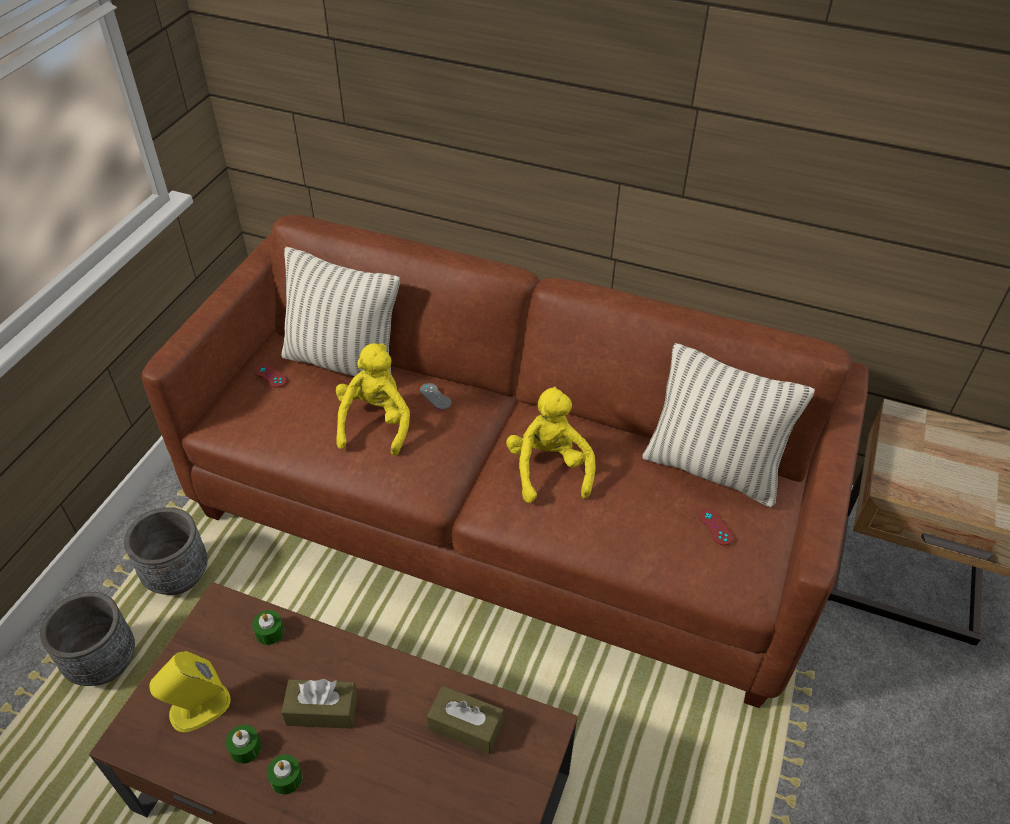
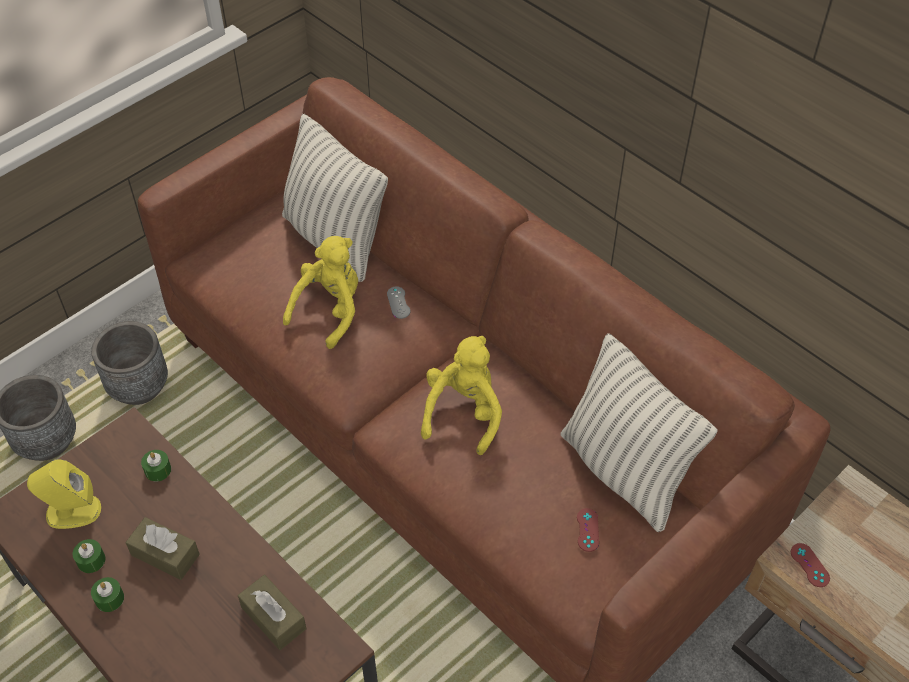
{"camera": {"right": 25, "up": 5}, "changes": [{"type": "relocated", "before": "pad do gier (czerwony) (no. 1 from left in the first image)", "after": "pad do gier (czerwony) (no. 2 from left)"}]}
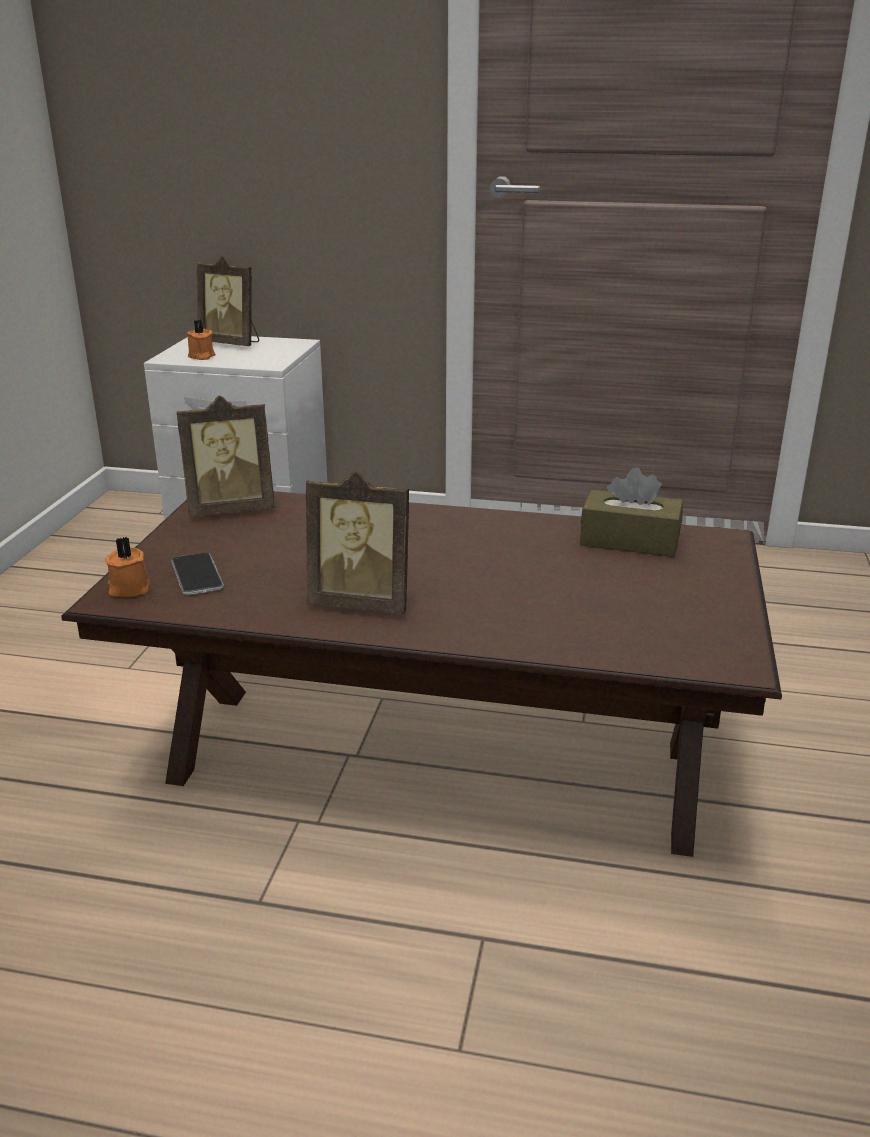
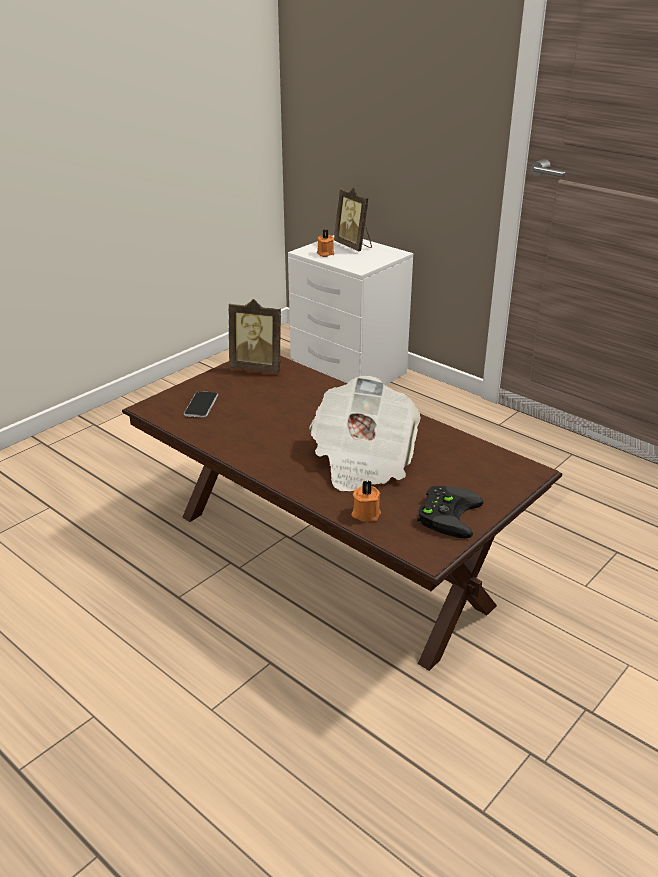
{"camera": {"right": 30, "up": 5}, "changes": [{"type": "appeared", "after": "gazeta"}, {"type": "relocated", "before": "świeca (pomarańczowy) (no. 1 from left in the first image)", "after": "świeca (pomarańczowy) (no. 2 from left)"}, {"type": "appeared", "after": "pad do gier (czarny)"}, {"type": "missing", "before": "ramka na zdjęcie (no. 3 from left)"}, {"type": "missing", "before": "pudełko chusteczek (brązowy)"}]}
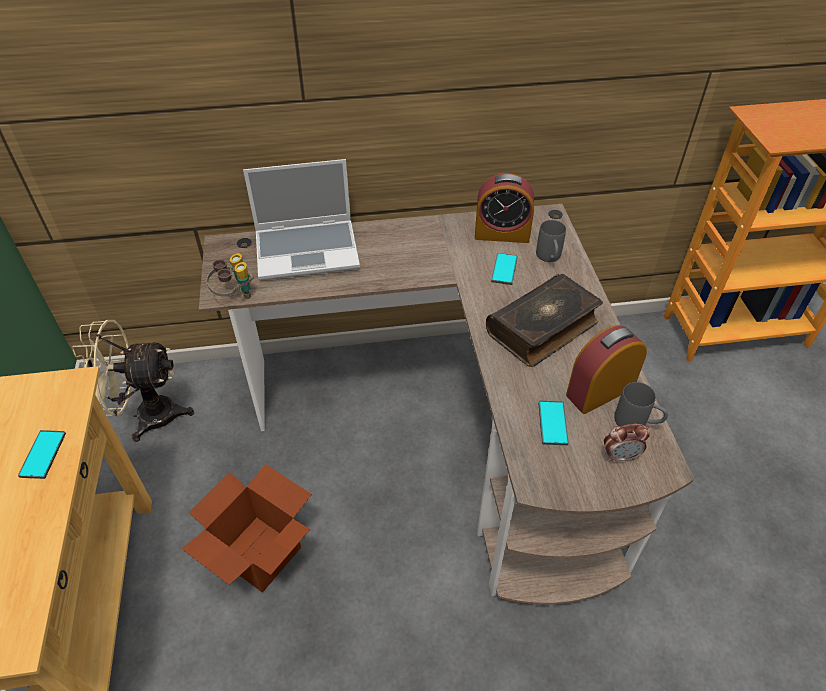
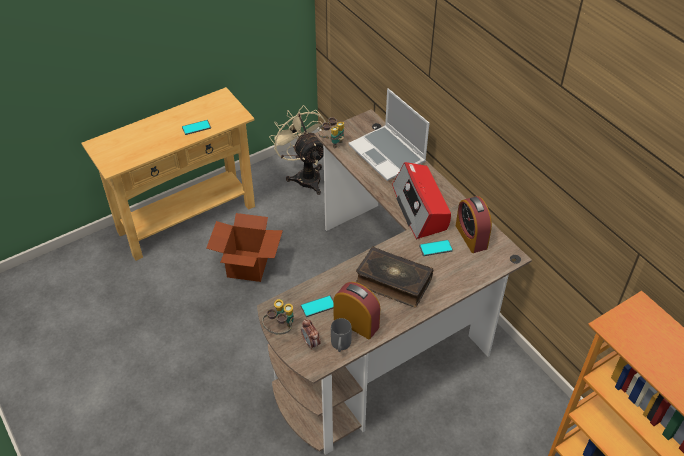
{"camera": {"right": 65, "up": 0}, "changes": [{"type": "appeared", "after": "lornetka (no. 1 from left)"}, {"type": "appeared", "after": "radio"}, {"type": "missing", "before": "kubek (szary) (no. 1 from left)"}]}
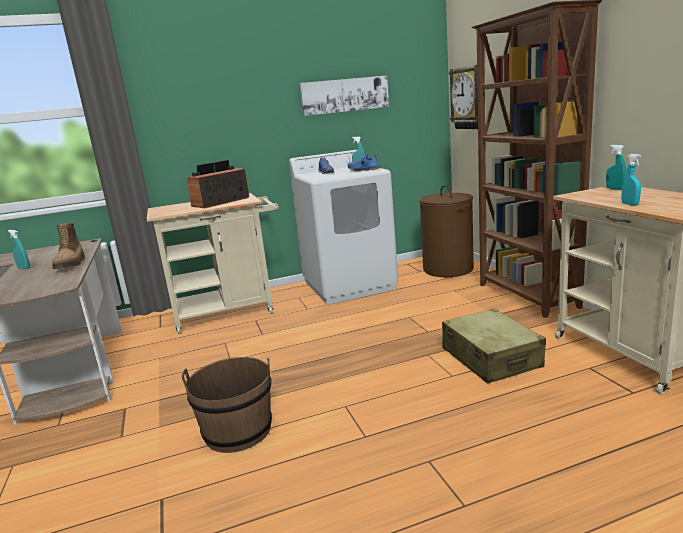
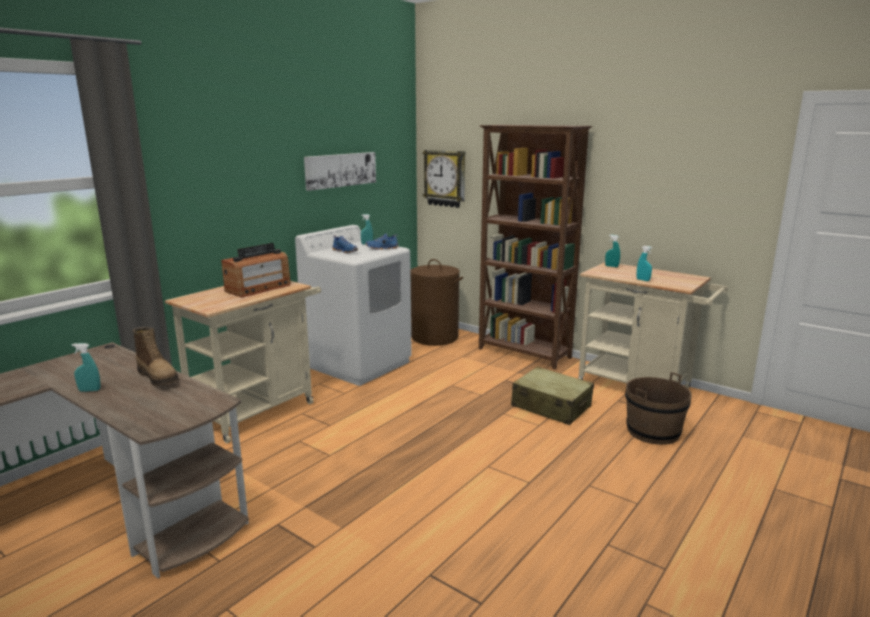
{"camera": {"right": -35, "up": 0}, "changes": [{"type": "spun", "before": "radio", "turn": -150}, {"type": "relocated", "before": "wiadro (brązowy)"}]}
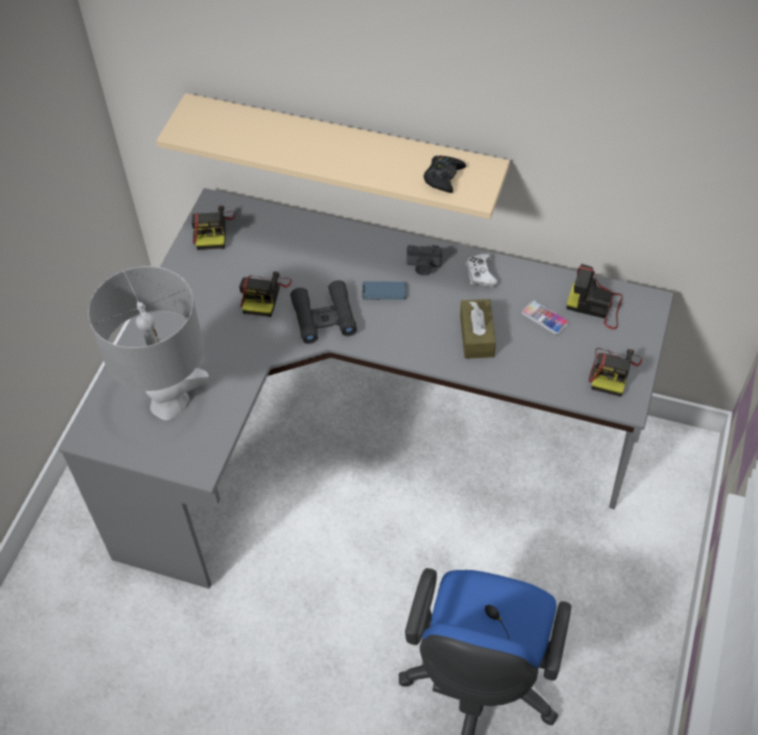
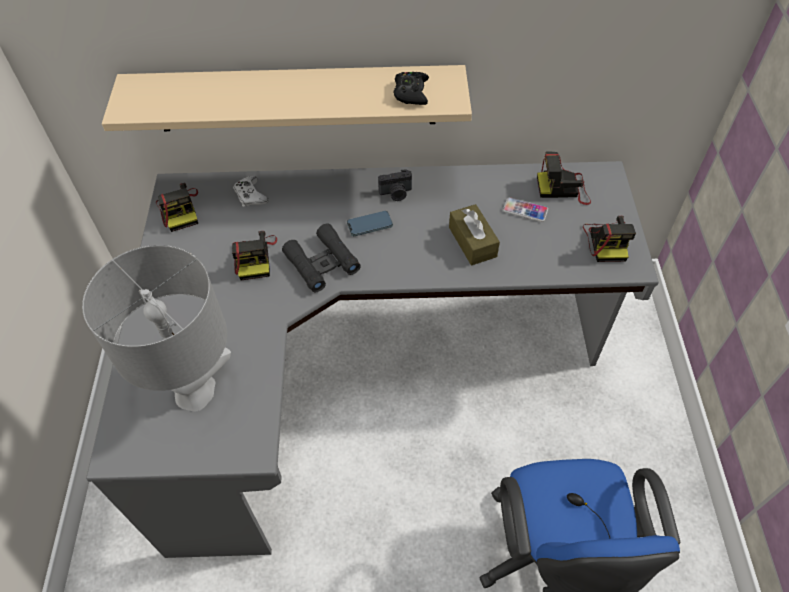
{"camera": {"right": -20, "up": 0}, "changes": [{"type": "relocated", "before": "pad do gier (biały)"}]}
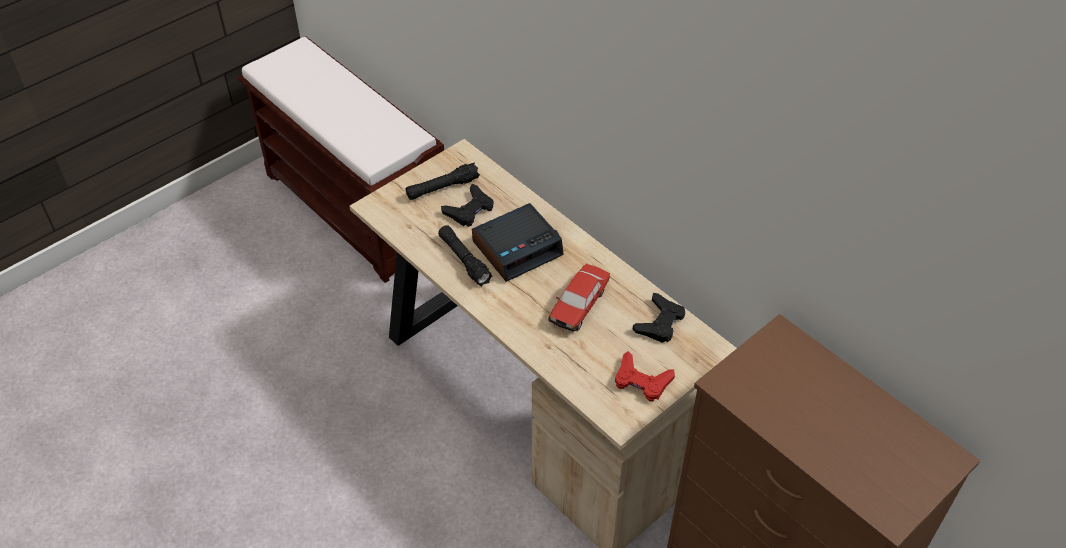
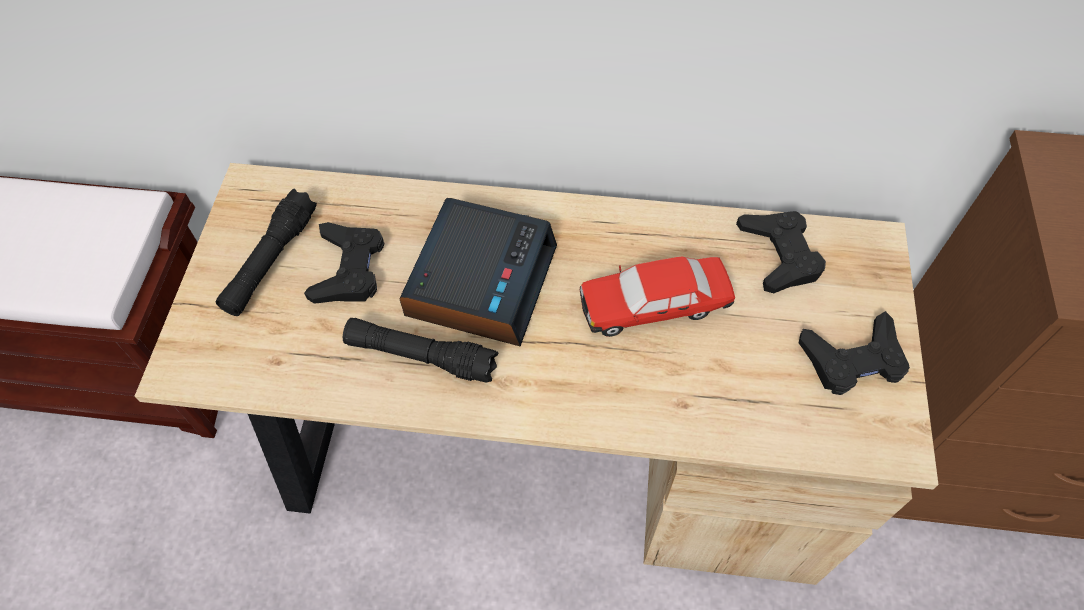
{"camera": {"right": -40, "up": 10}, "changes": [{"type": "spun", "before": "samochodzik", "turn": 90}, {"type": "colour", "before": "pad do gier (czerwony)", "after": "pad do gier (czarny) (no. 3 from left)"}]}
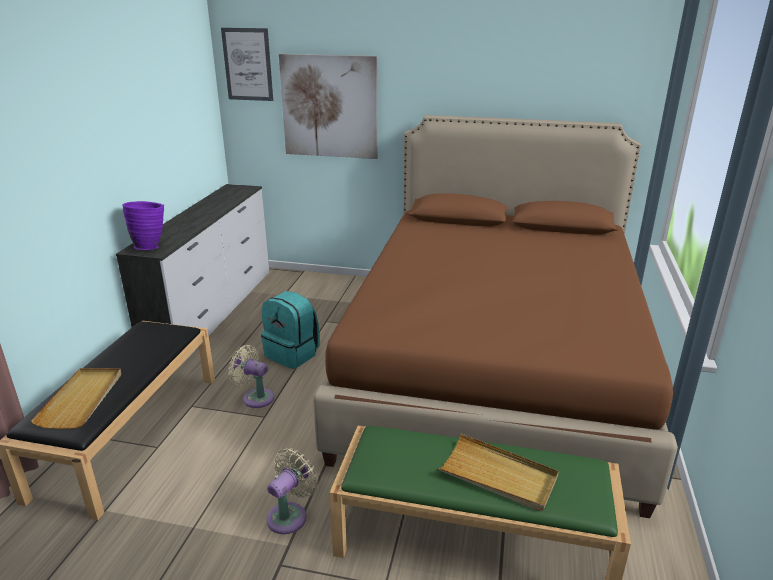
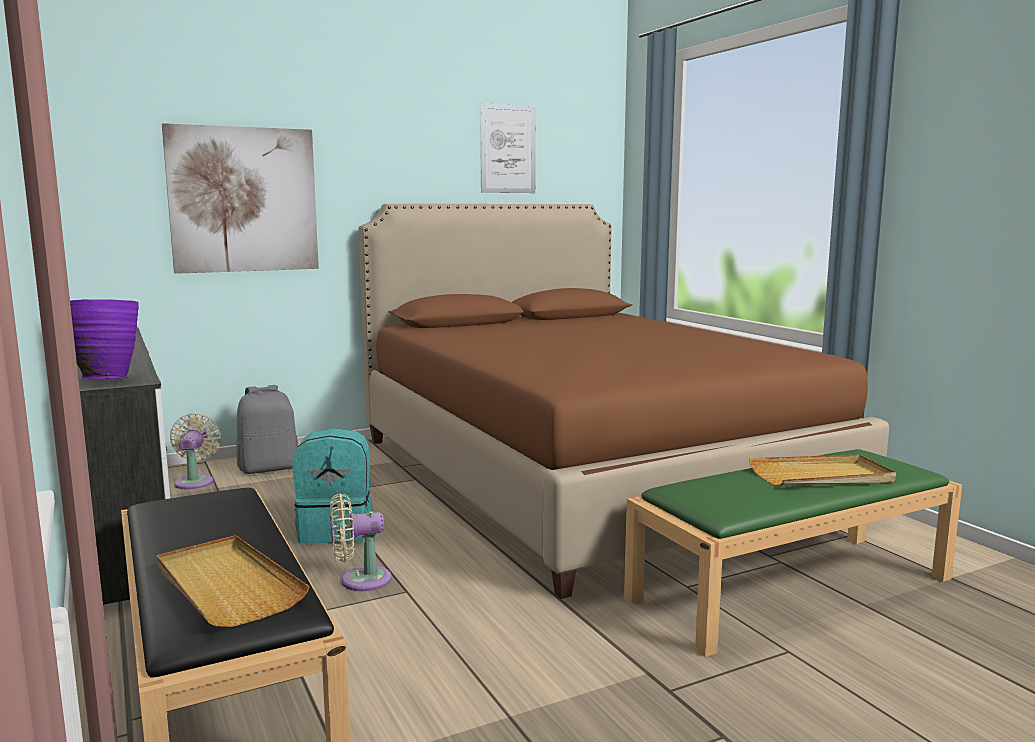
{"camera": {"right": -40, "up": -15}, "changes": [{"type": "relocated", "before": "wentylator (beżowy) (no. 2 from left in the first image)", "after": "wentylator (beżowy) (no. 1 from left)"}, {"type": "appeared", "after": "plecak (szary)"}, {"type": "relocated", "before": "obraz (no. 1 from left in the first image)", "after": "obraz (no. 2 from left)"}]}
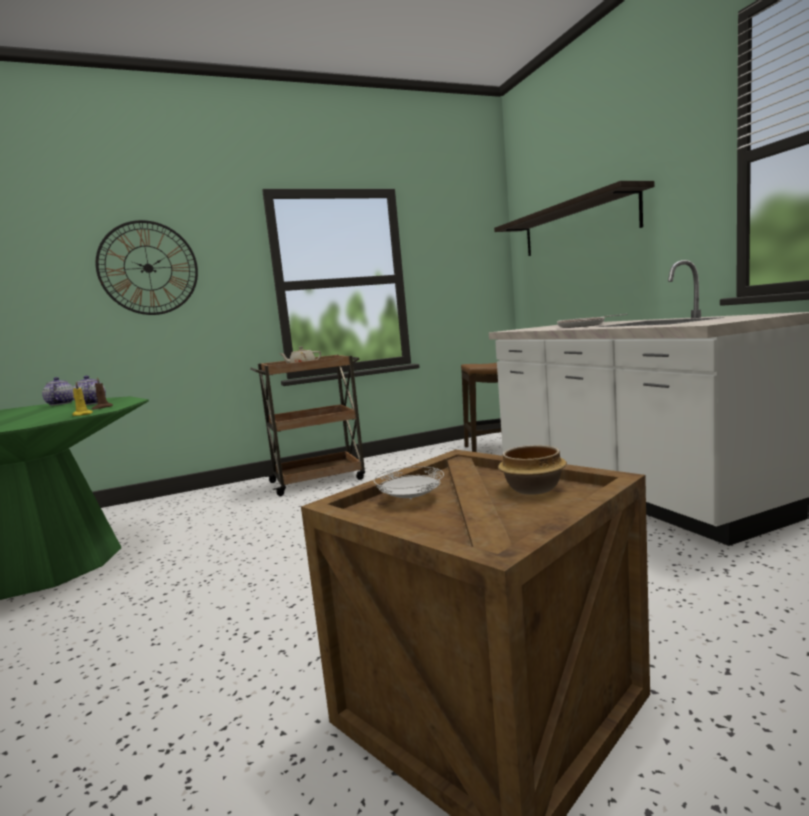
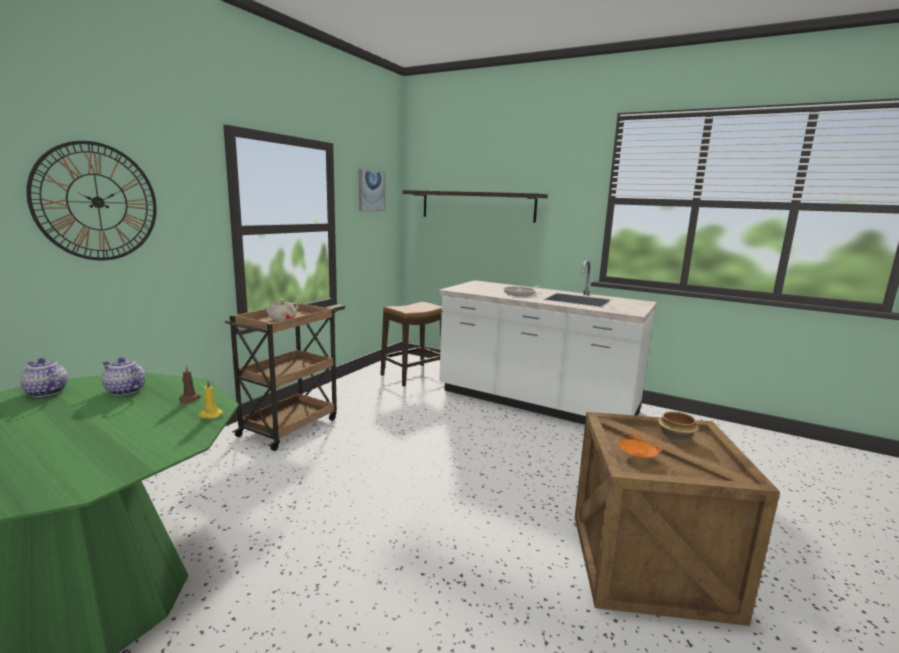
{"camera": {"right": -40, "up": 5}, "changes": [{"type": "appeared", "after": "obraz"}, {"type": "colour", "before": "talerz (biały)", "after": "talerz (pomarańczowy)"}]}
